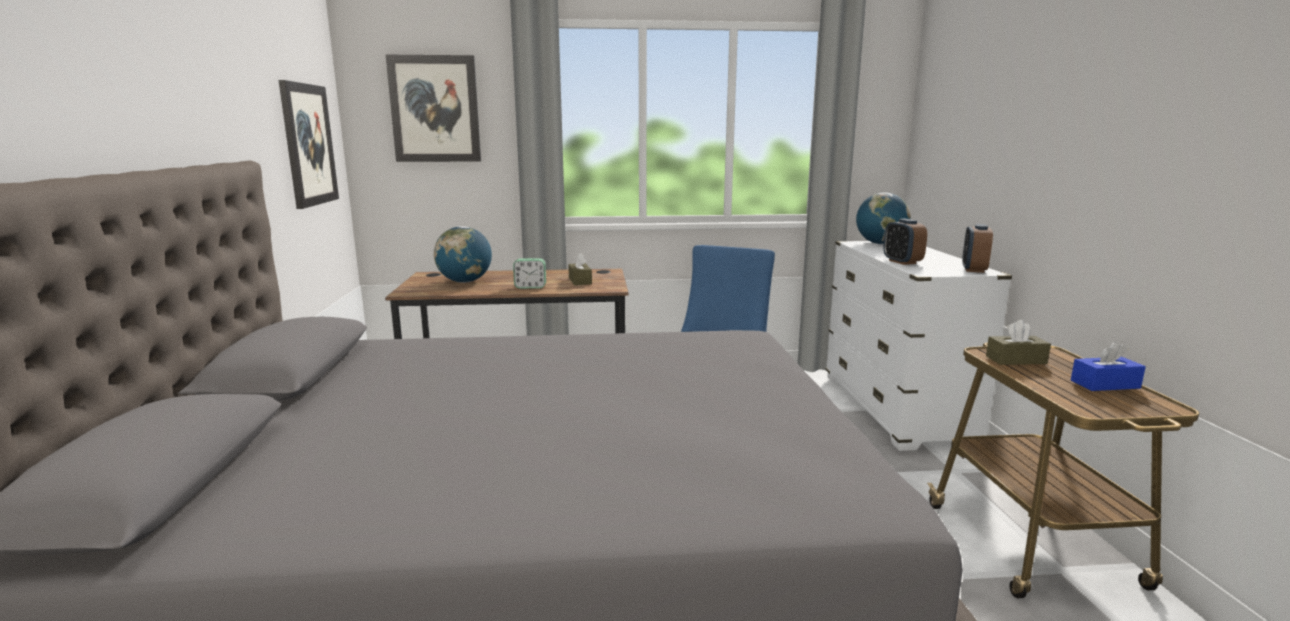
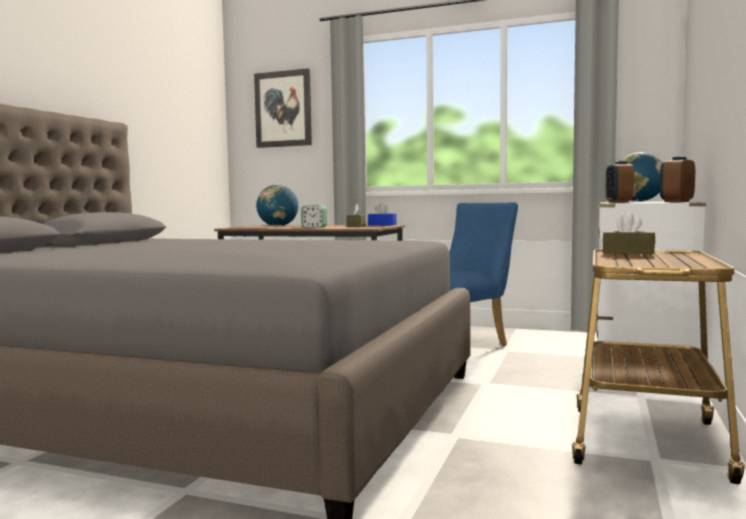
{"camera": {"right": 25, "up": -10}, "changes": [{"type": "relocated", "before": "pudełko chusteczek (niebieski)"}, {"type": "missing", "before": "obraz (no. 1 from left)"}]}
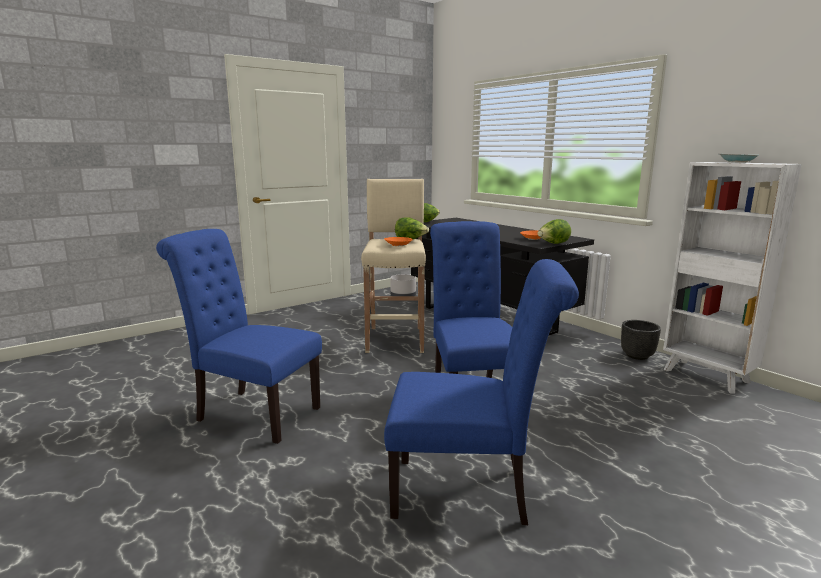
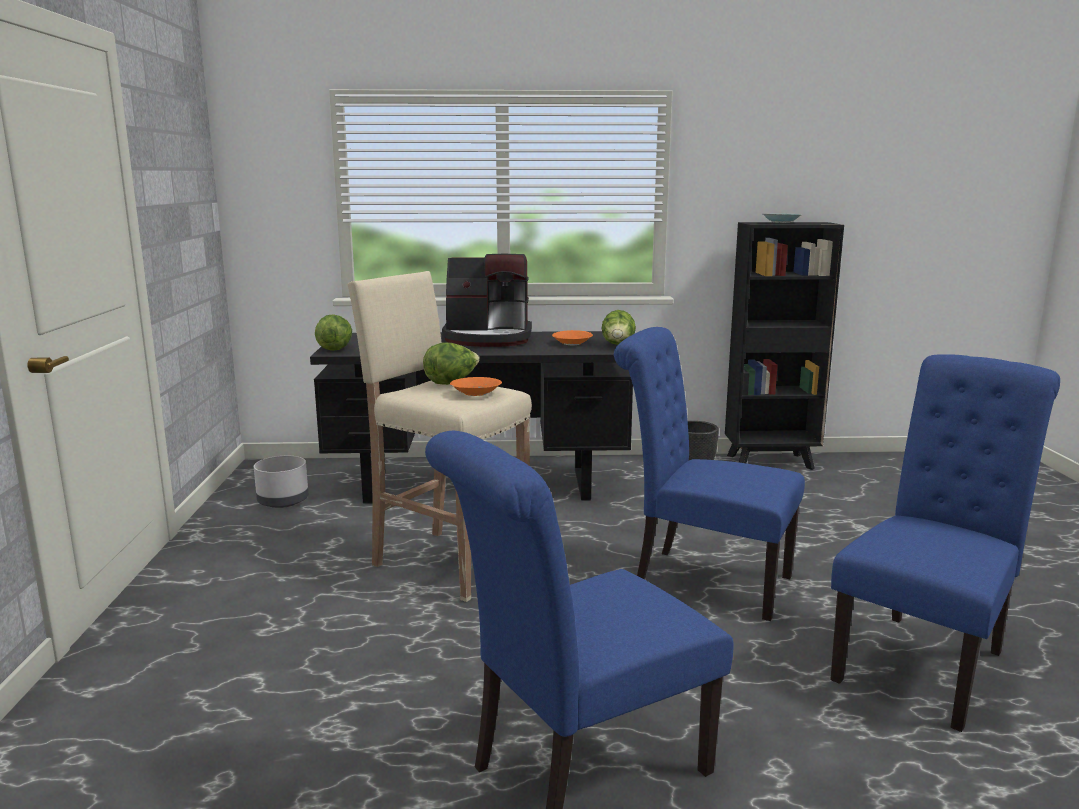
{"camera": {"right": -55, "up": 0}, "changes": [{"type": "appeared", "after": "ekspres do kawy"}, {"type": "colour", "before": "regał (biały)", "after": "regał (czarny)"}]}
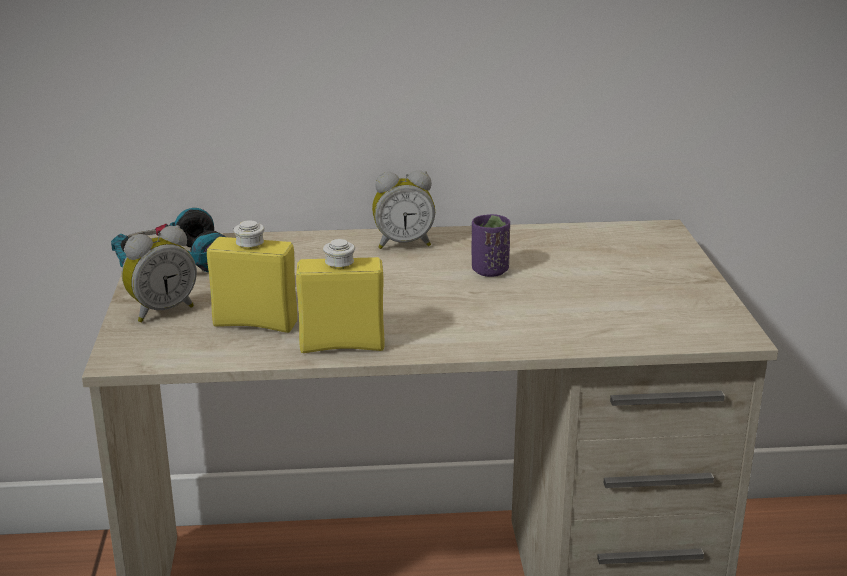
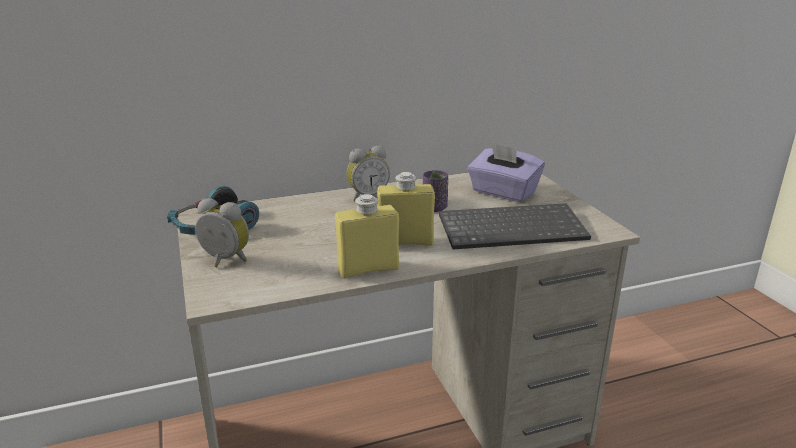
{"camera": {"right": -15, "up": 0}, "changes": [{"type": "spun", "before": "budzik (no. 1 from left)", "turn": -105}, {"type": "relocated", "before": "butelka (żółty) (no. 1 from left in the first image)", "after": "butelka (żółty) (no. 2 from left)"}, {"type": "appeared", "after": "klawiatura"}, {"type": "appeared", "after": "pudełko chusteczek (fioletowy)"}]}
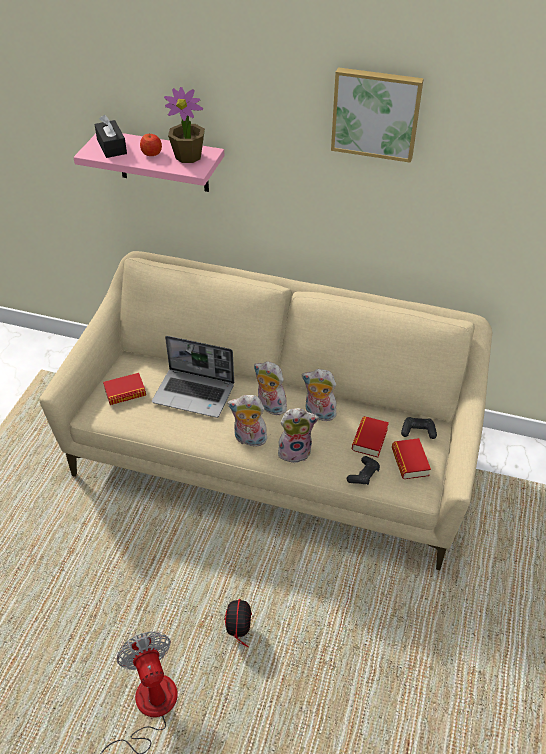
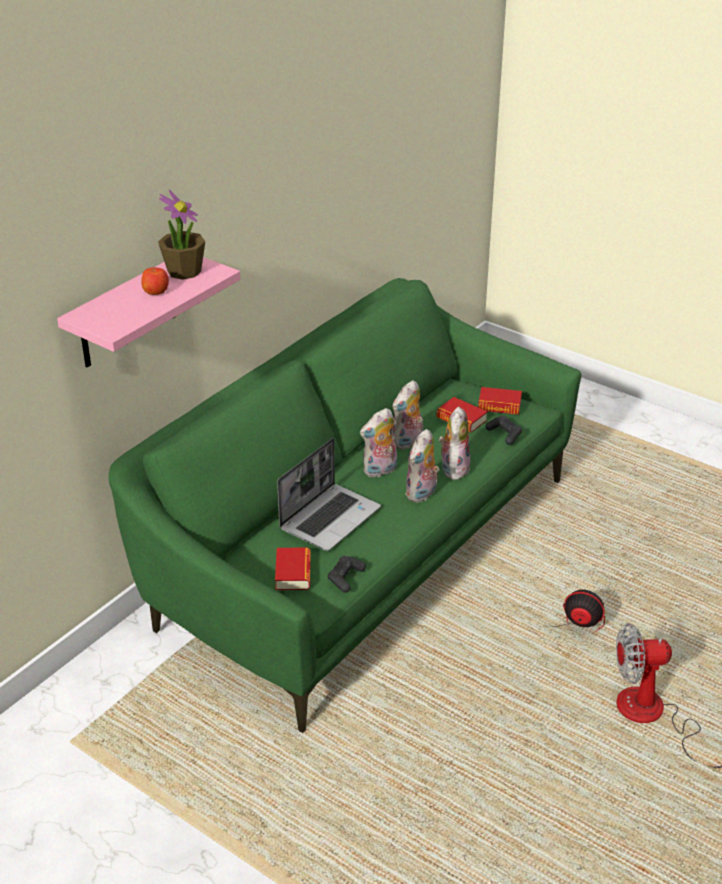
{"camera": {"right": -70, "up": -10}, "changes": [{"type": "colour", "before": "kanapa (beżowy)", "after": "kanapa (zielony)"}, {"type": "relocated", "before": "pad do gier (czarny) (no. 2 from left in the first image)", "after": "pad do gier (czarny) (no. 1 from left)"}, {"type": "missing", "before": "pudełko chusteczek (czarny)"}, {"type": "missing", "before": "obraz"}]}
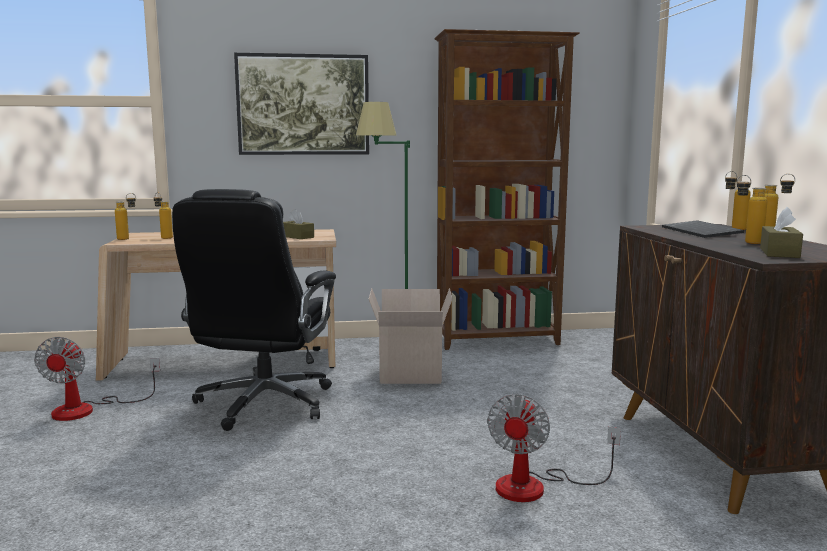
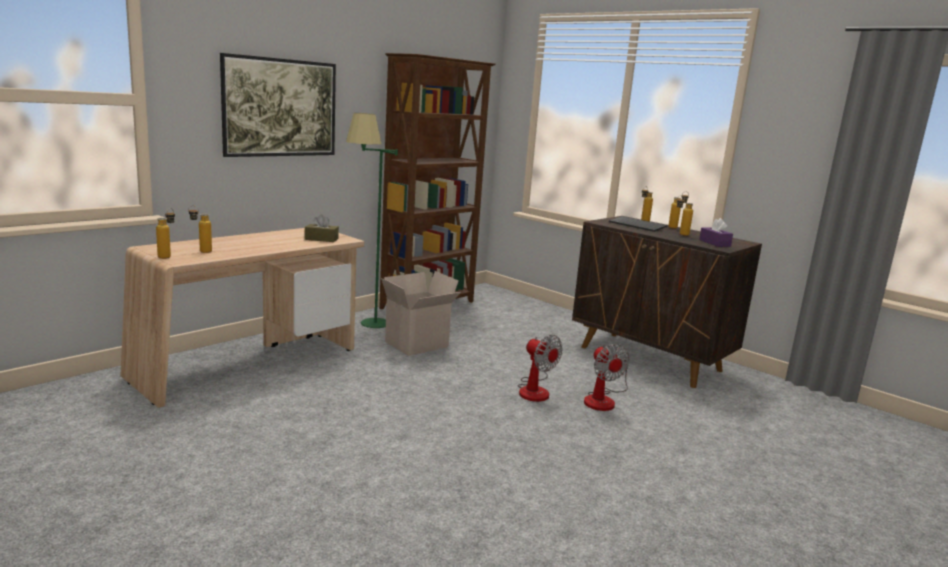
{"camera": {"right": -40, "up": 5}, "changes": [{"type": "relocated", "before": "wentylator (no. 1 from left)"}, {"type": "colour", "before": "pudełko chusteczek (brązowy) (no. 2 from left)", "after": "pudełko chusteczek (fioletowy)"}, {"type": "missing", "before": "krzesło biurowe (czarny)"}]}
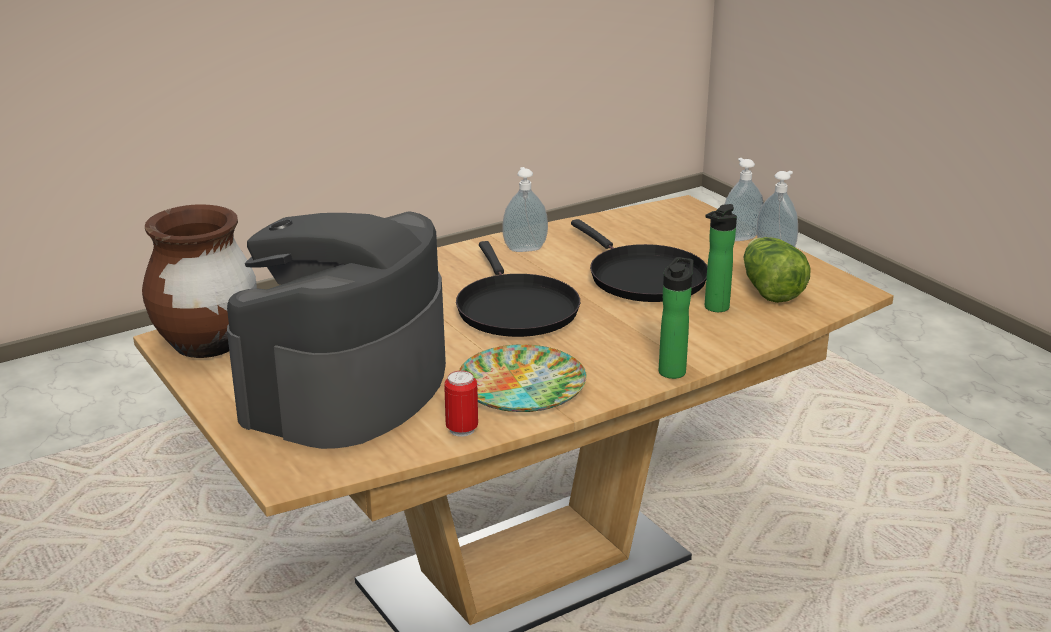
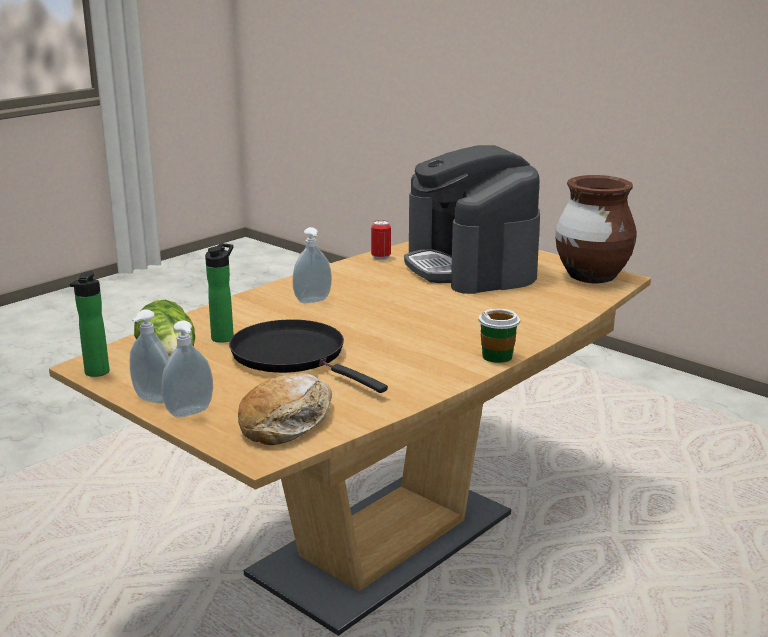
{"camera": {"right": 165, "up": -5}, "changes": [{"type": "relocated", "before": "butelka (no. 1 from left)"}, {"type": "appeared", "after": "chleb"}, {"type": "relocated", "before": "dozownik mydła (no. 1 from left in the first image)", "after": "dozownik mydła (no. 3 from left)"}, {"type": "spun", "before": "ekspres do kawy", "turn": 150}, {"type": "appeared", "after": "filiżanka"}, {"type": "missing", "before": "patelnia (czarny) (no. 1 from left)"}, {"type": "missing", "before": "talerz"}]}
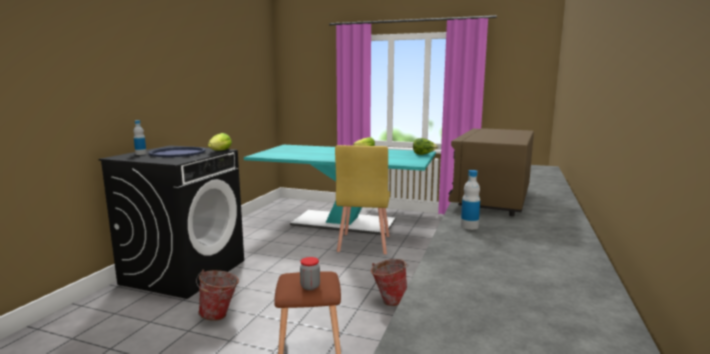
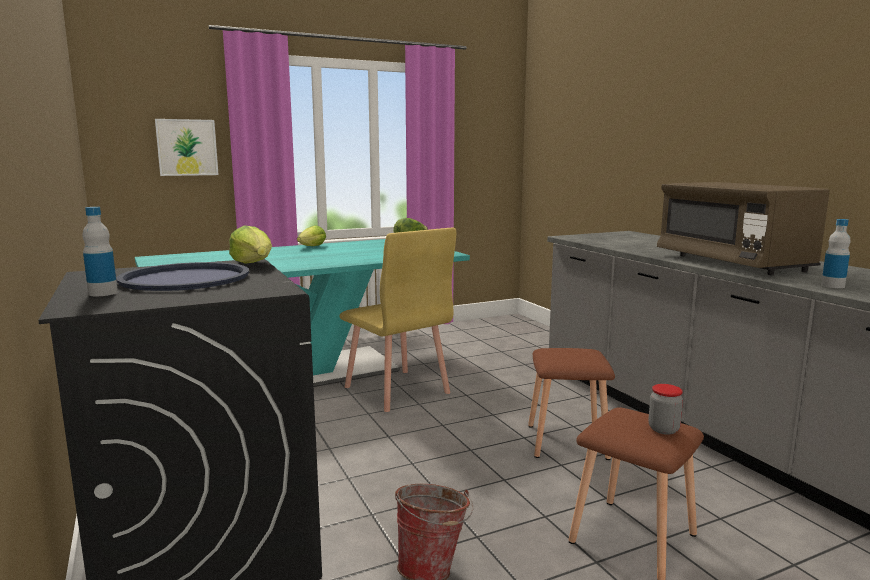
{"camera": {"right": -45, "up": 0}, "changes": [{"type": "appeared", "after": "obraz"}, {"type": "exchanged", "before": "wiadro (no. 2 from left)", "after": "stołek (brązowy) (no. 1 from left)"}]}
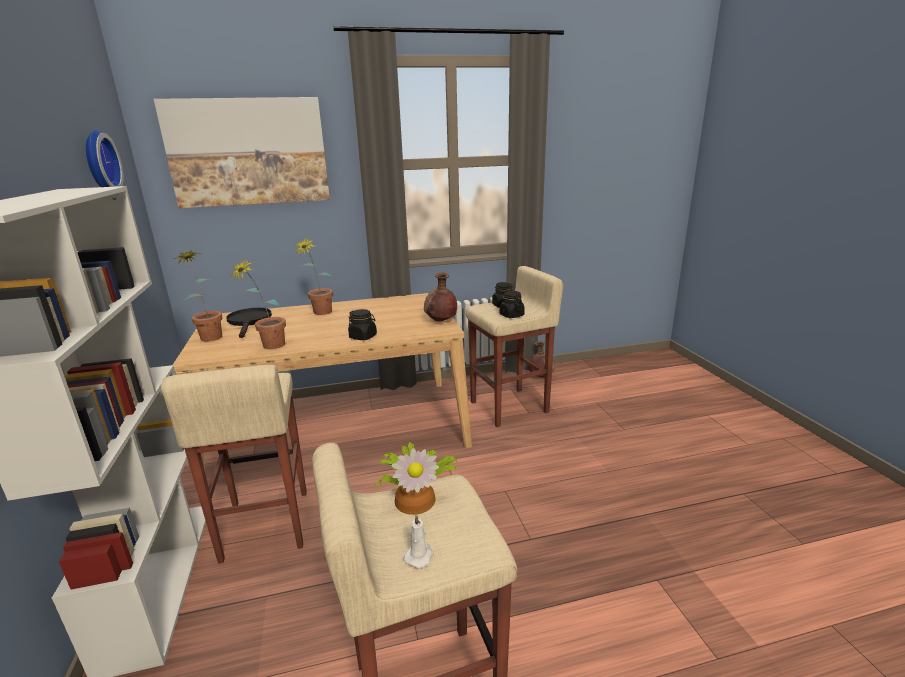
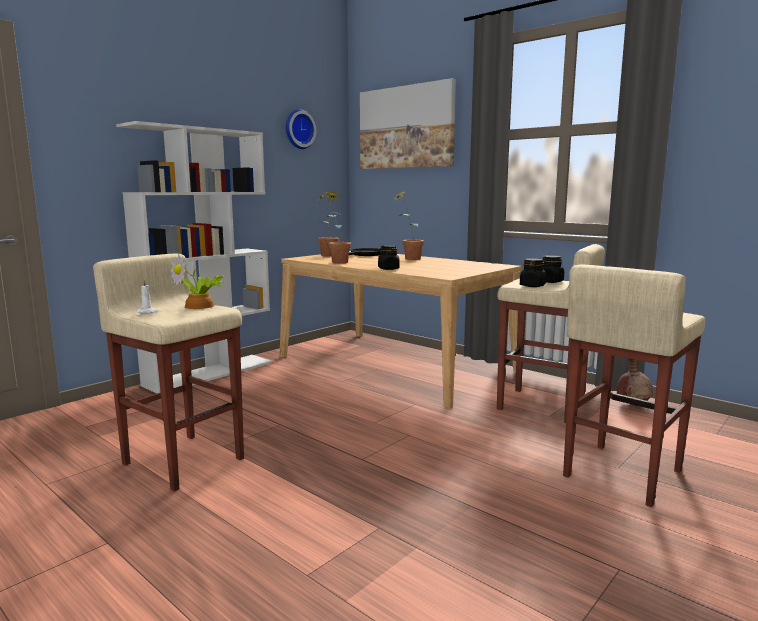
{"camera": {"right": 55, "up": -10}, "changes": [{"type": "relocated", "before": "stołek (beżowy) (no. 1 from left in the first image)", "after": "stołek (beżowy) (no. 3 from left)"}, {"type": "missing", "before": "wazon (brązowy) (no. 1 from left)"}]}
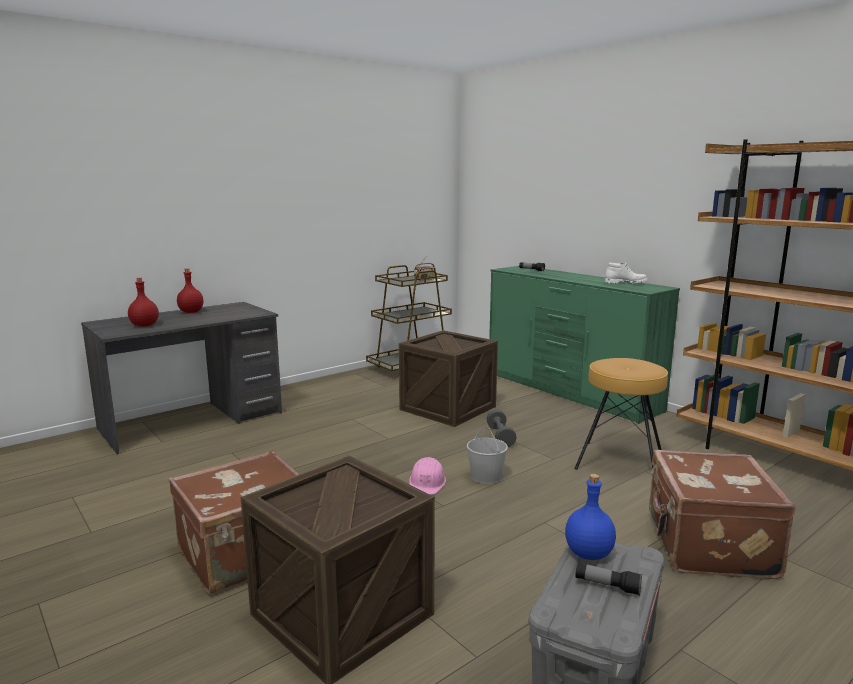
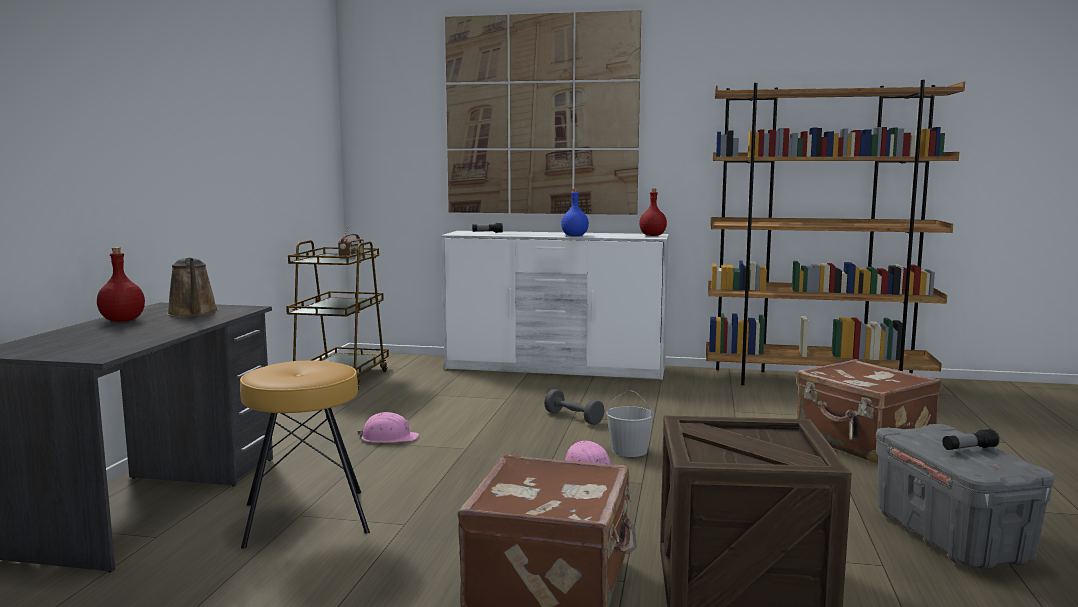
{"camera": {"right": -40, "up": -5}, "changes": [{"type": "appeared", "after": "konewka (brązowy)"}, {"type": "relocated", "before": "stołek (brązowy)"}, {"type": "appeared", "after": "kask (różowy) (no. 1 from left)"}, {"type": "colour", "before": "komoda (zielony)", "after": "komoda (biały)"}, {"type": "appeared", "after": "obraz"}, {"type": "relocated", "before": "butelka (niebieski)"}, {"type": "relocated", "before": "butelka (czerwony) (no. 1 from left in the first image)", "after": "butelka (czerwony) (no. 2 from left)"}, {"type": "missing", "before": "skrzynka (no. 2 from left)"}, {"type": "missing", "before": "but z cholewką (biały)"}]}
